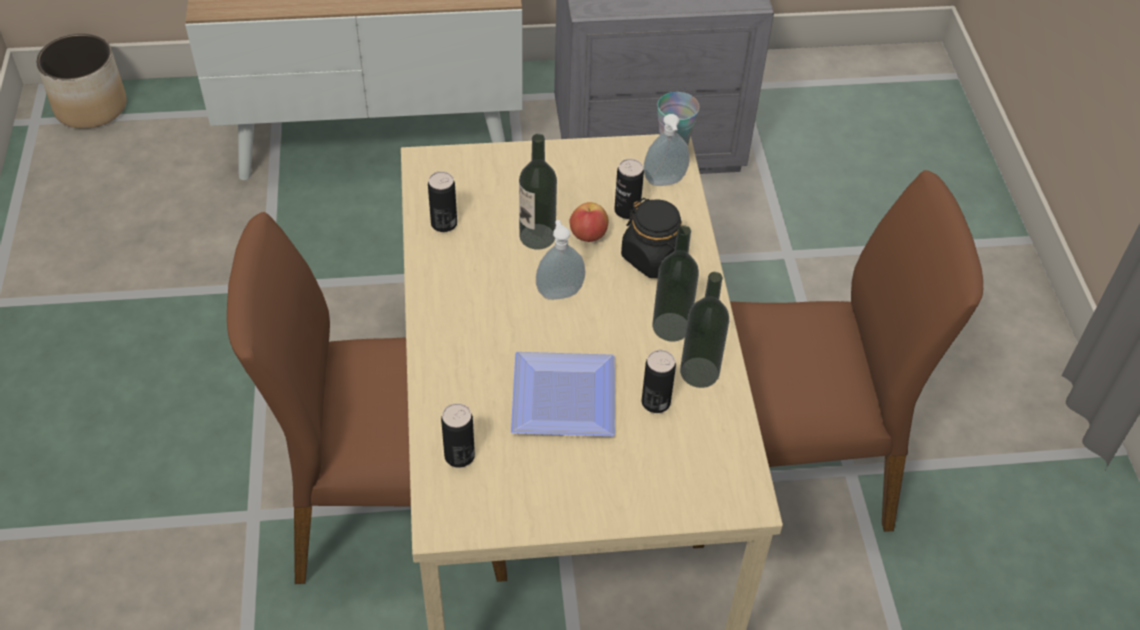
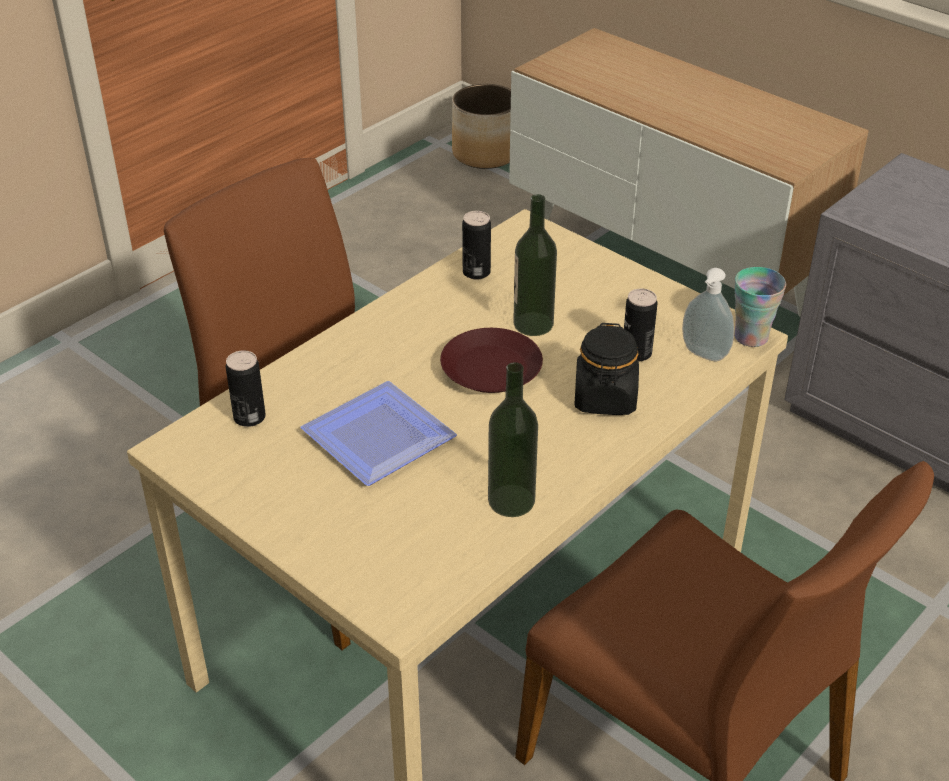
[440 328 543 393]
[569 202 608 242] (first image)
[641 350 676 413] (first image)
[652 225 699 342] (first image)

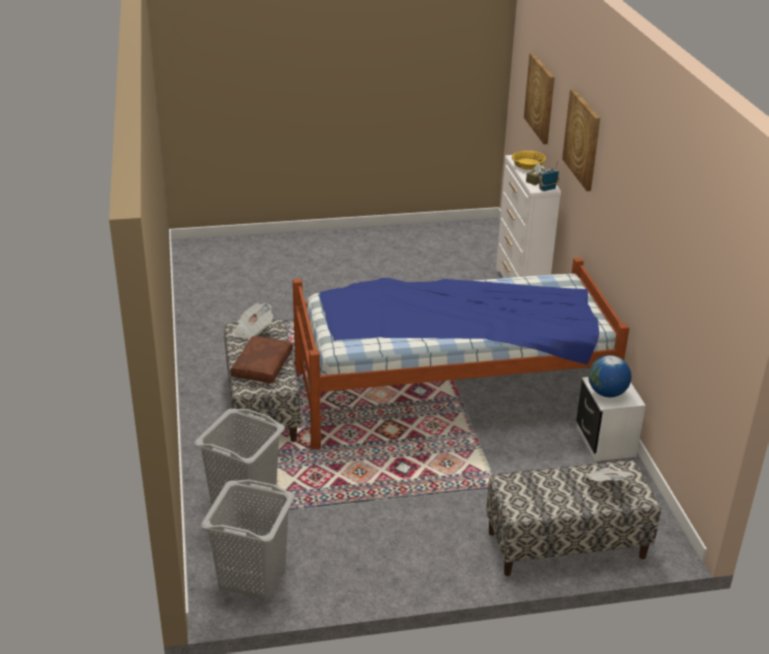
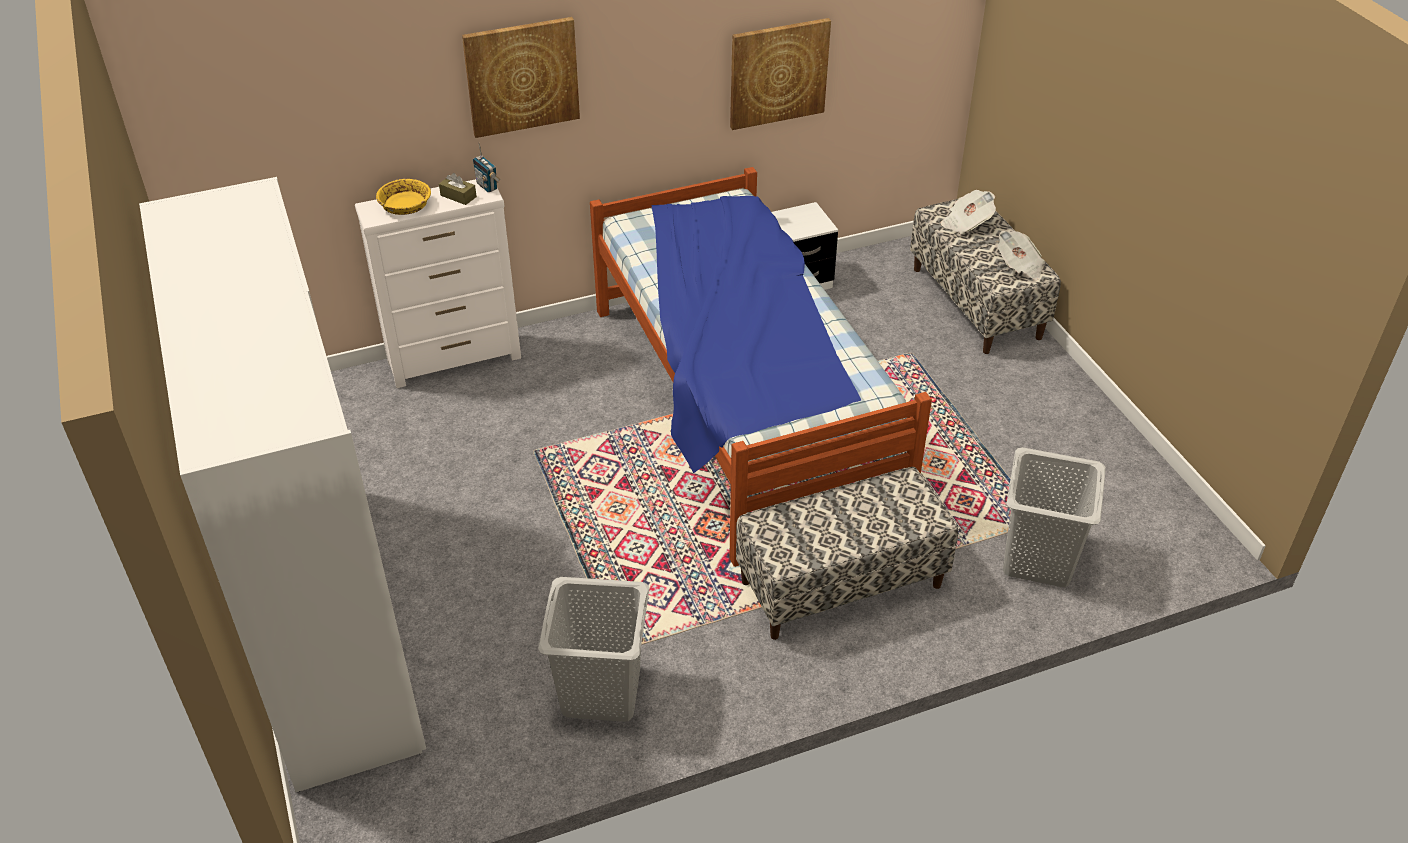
[139 177 426 792]
[538 577 649 722]
[730 18 831 130]
[998 231 1045 280]
[230 336 293 383] (first image)
[588 355 631 397] (first image)

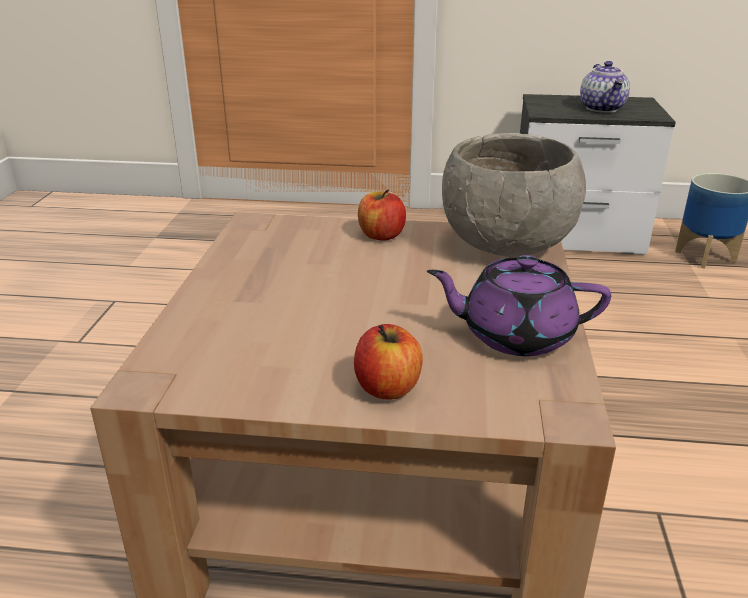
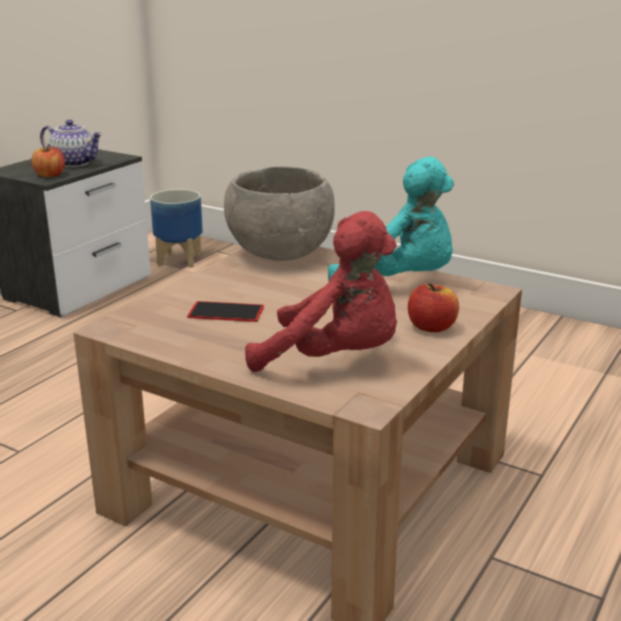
[32 144 65 177]
[187 301 264 322]
[245 211 397 372]
[328 157 454 281]

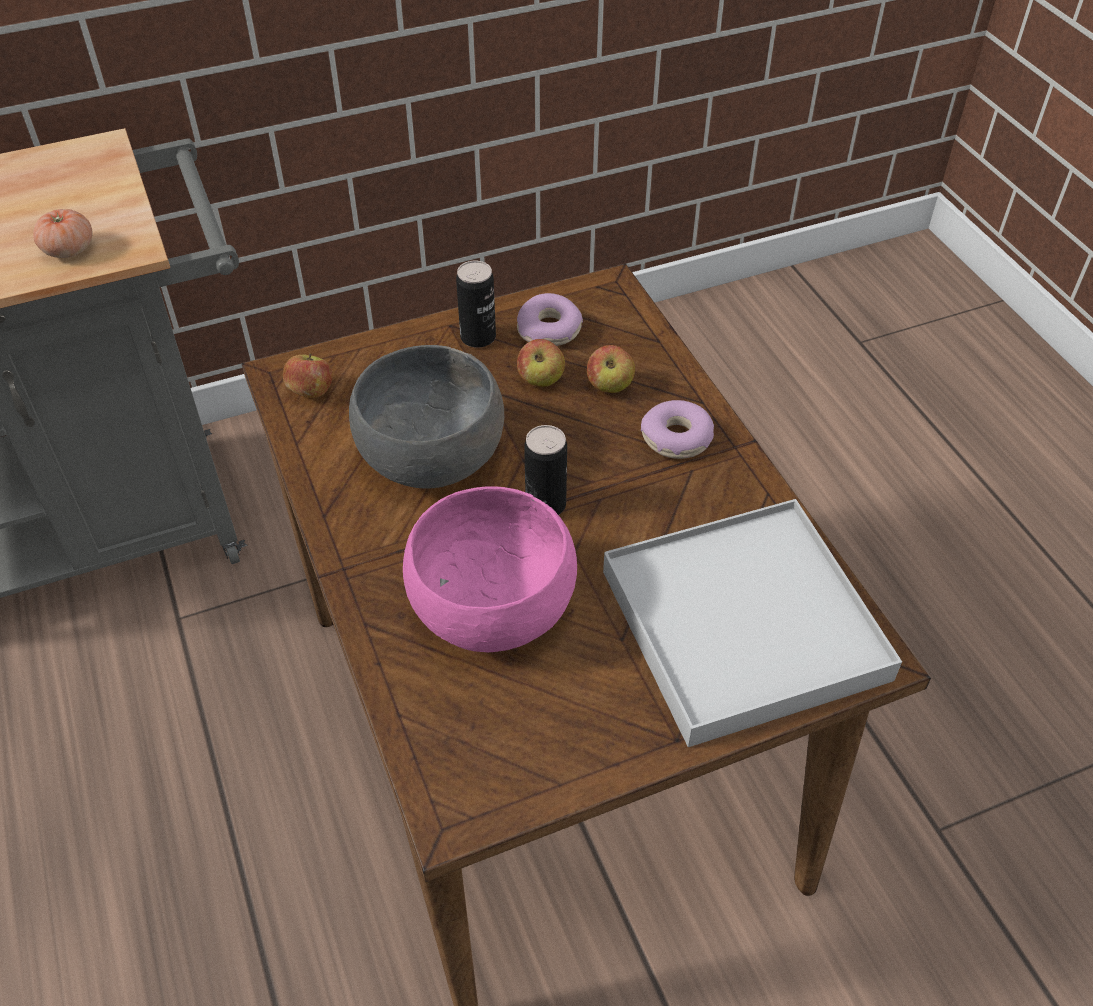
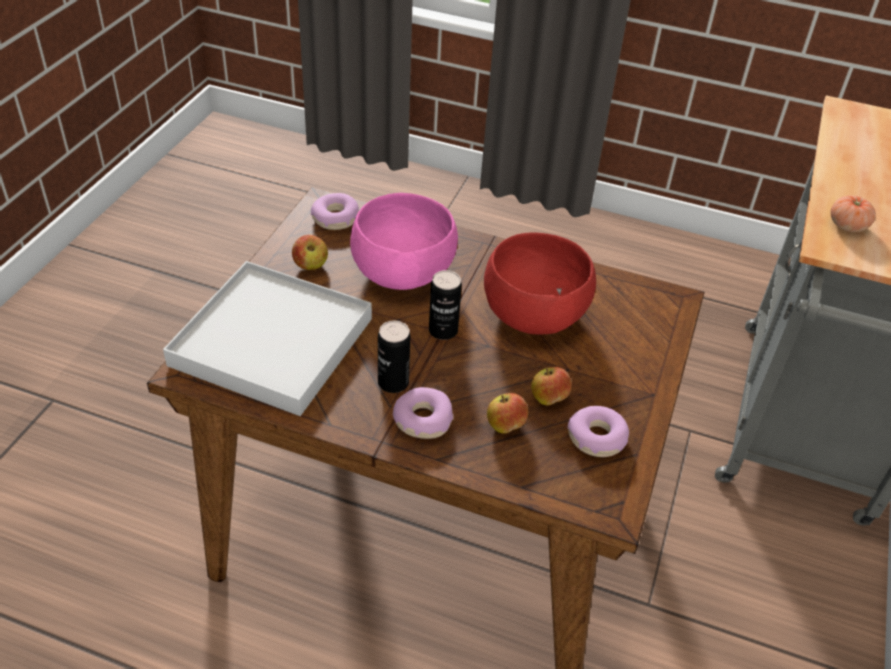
[292 235 328 270]
[311 193 359 230]
[378 321 411 393]
[484 232 596 334]

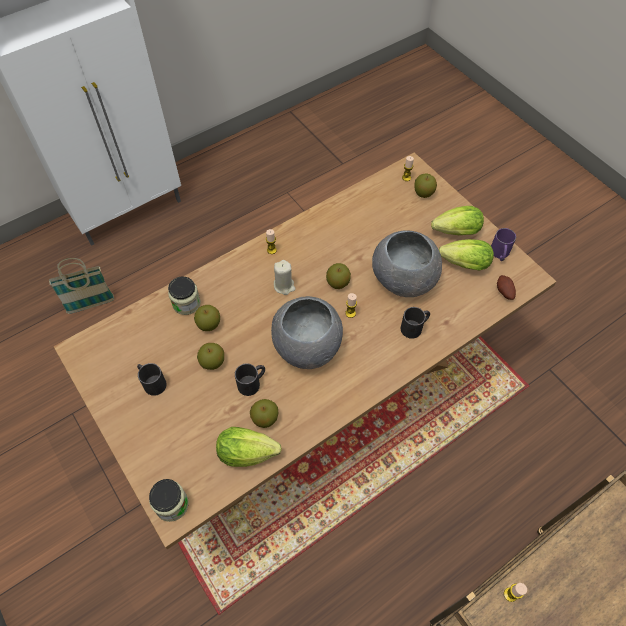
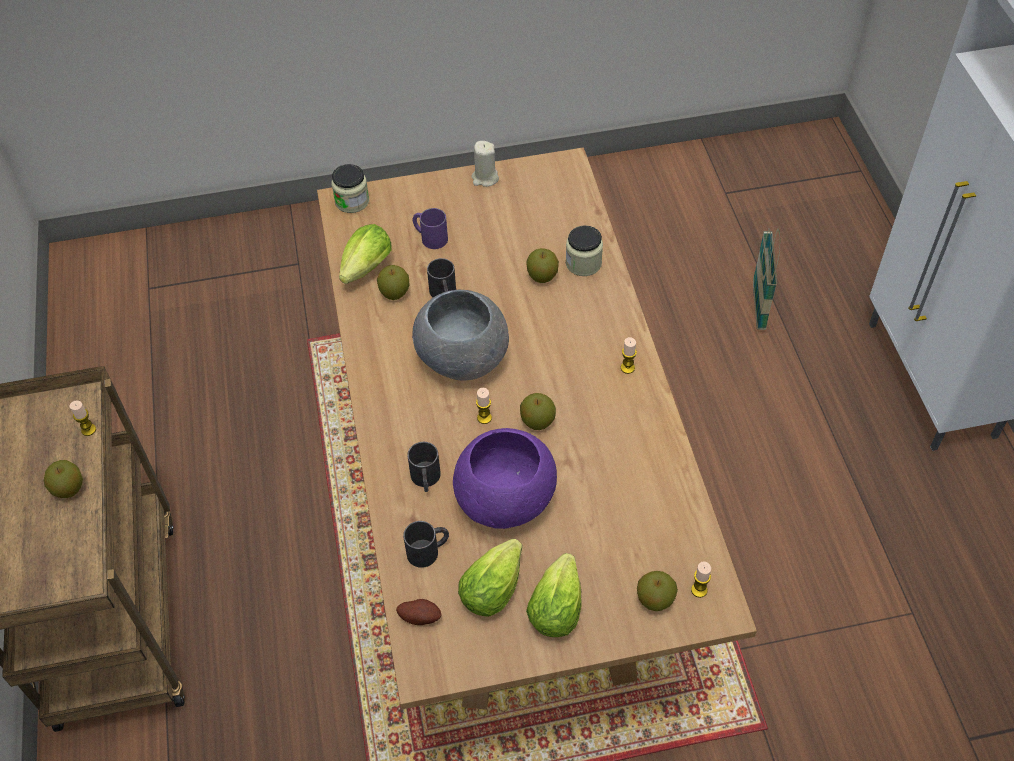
[44 460 83 498]
[403 521 449 568]
[413 208 448 249]
[453 428 557 529]
[472 141 499 187]

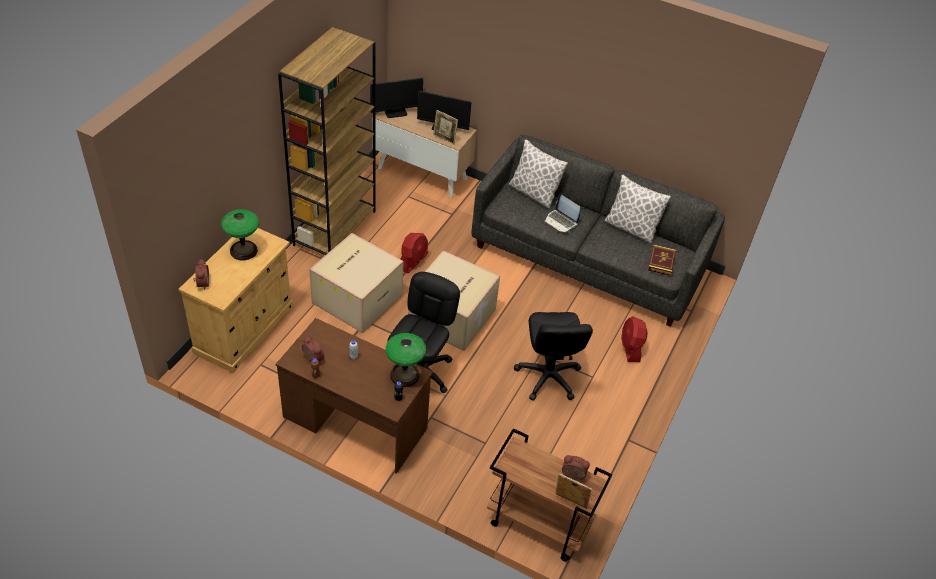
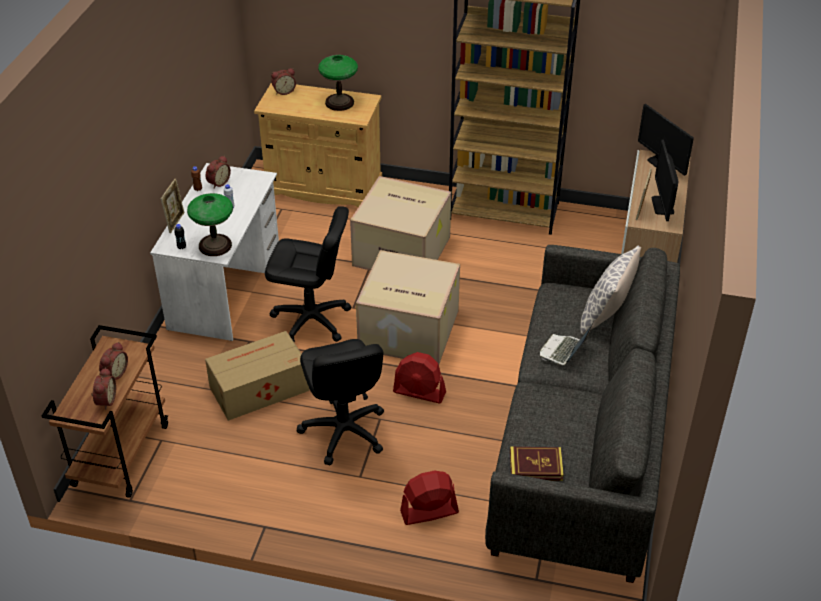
[99 342 128 380]
[150 163 279 341]
[161 178 184 233]
[205 331 309 421]
[297 339 384 465]
[393 352 446 403]
[604 175 671 243] (first image)

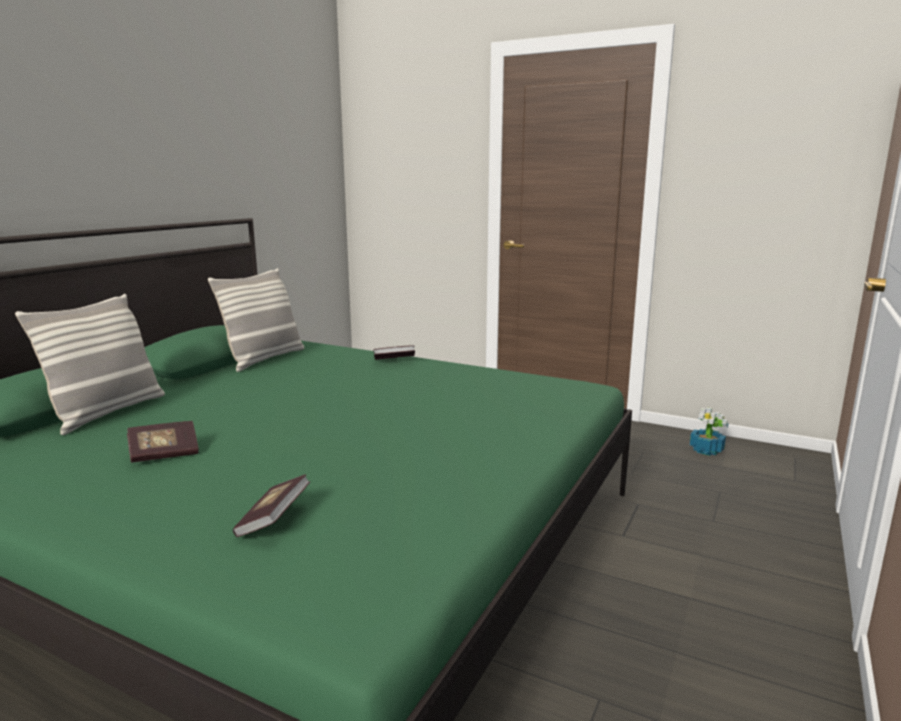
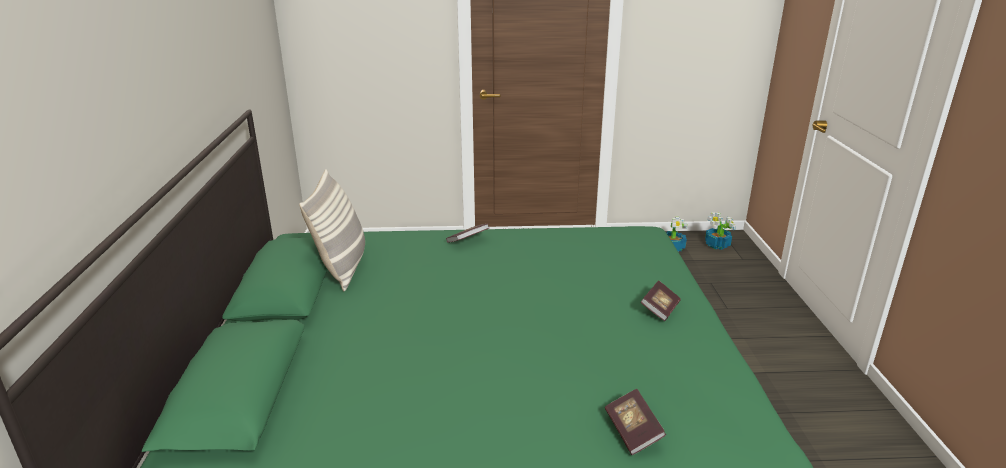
[641 280 681 321]
[705 212 736 250]
[15 294 165 435] (first image)

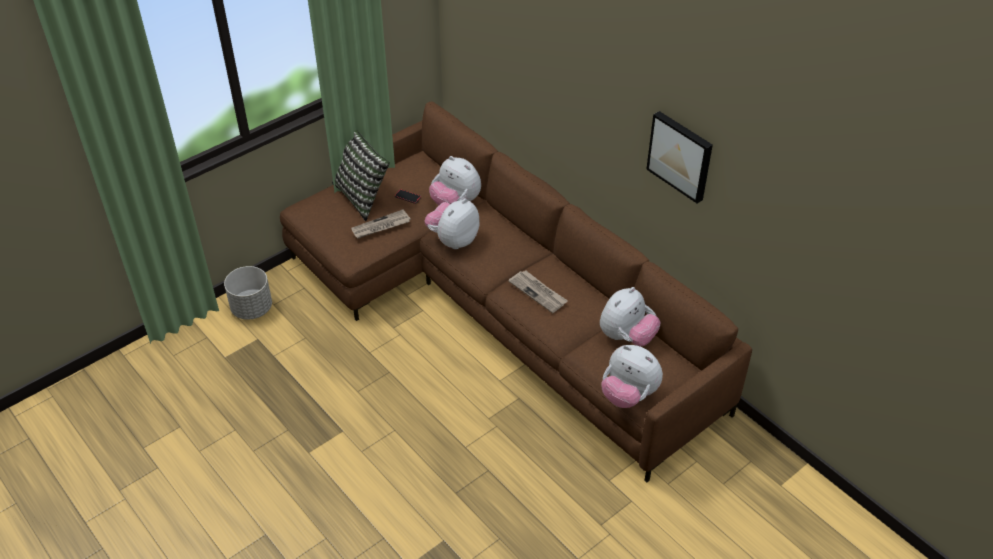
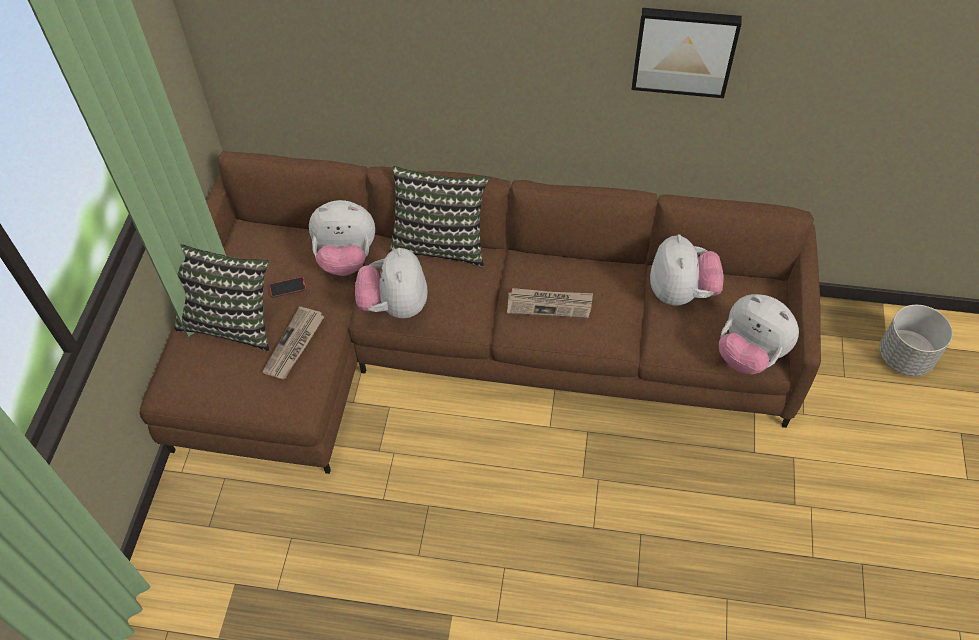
[389 166 489 267]
[719 294 799 374]
[880 305 953 376]

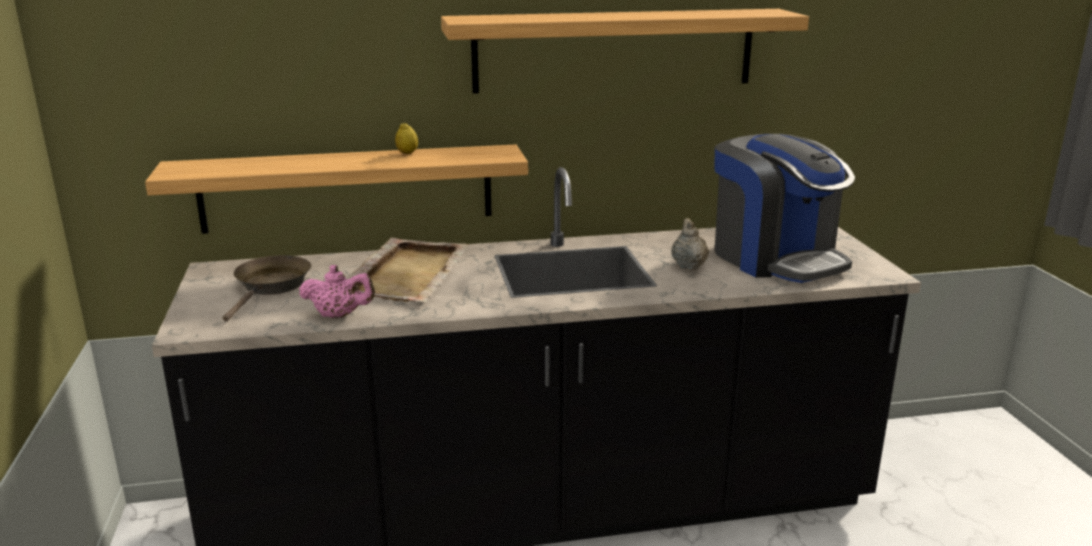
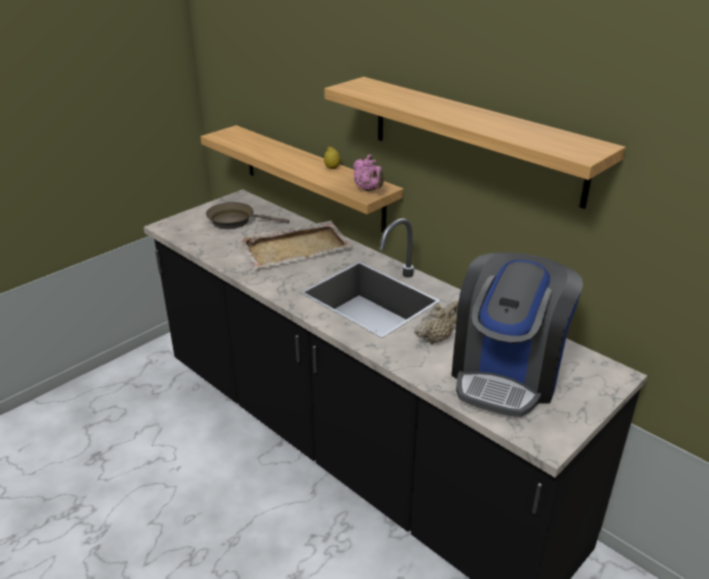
[206 202 289 229]
[353 155 384 191]

